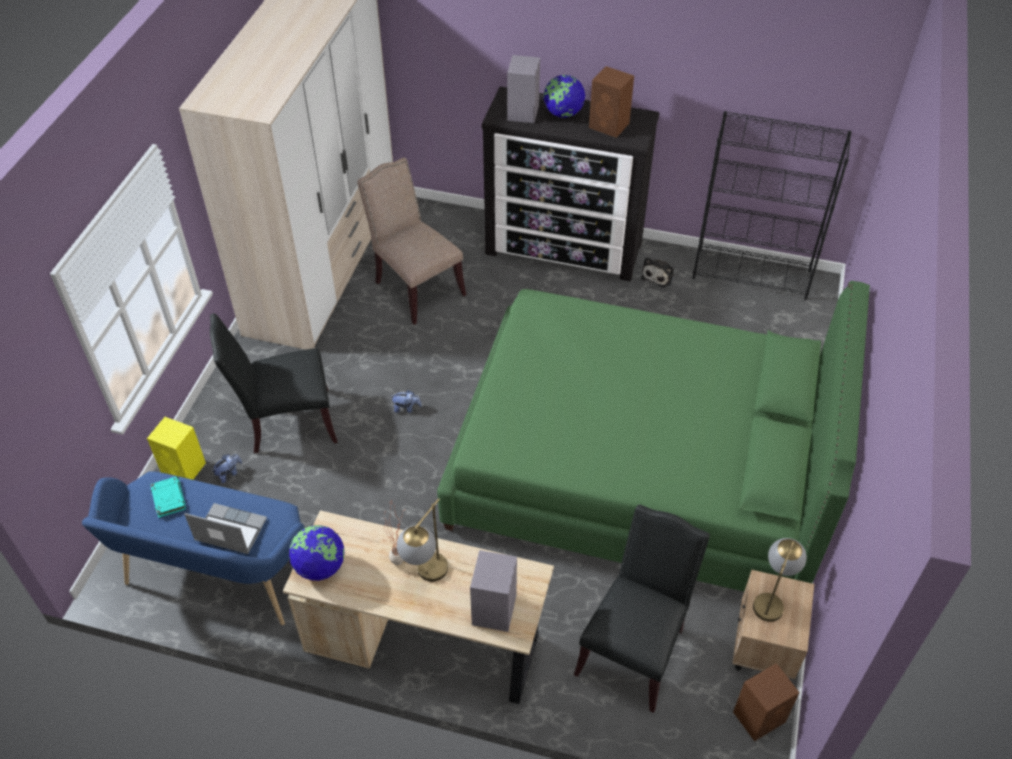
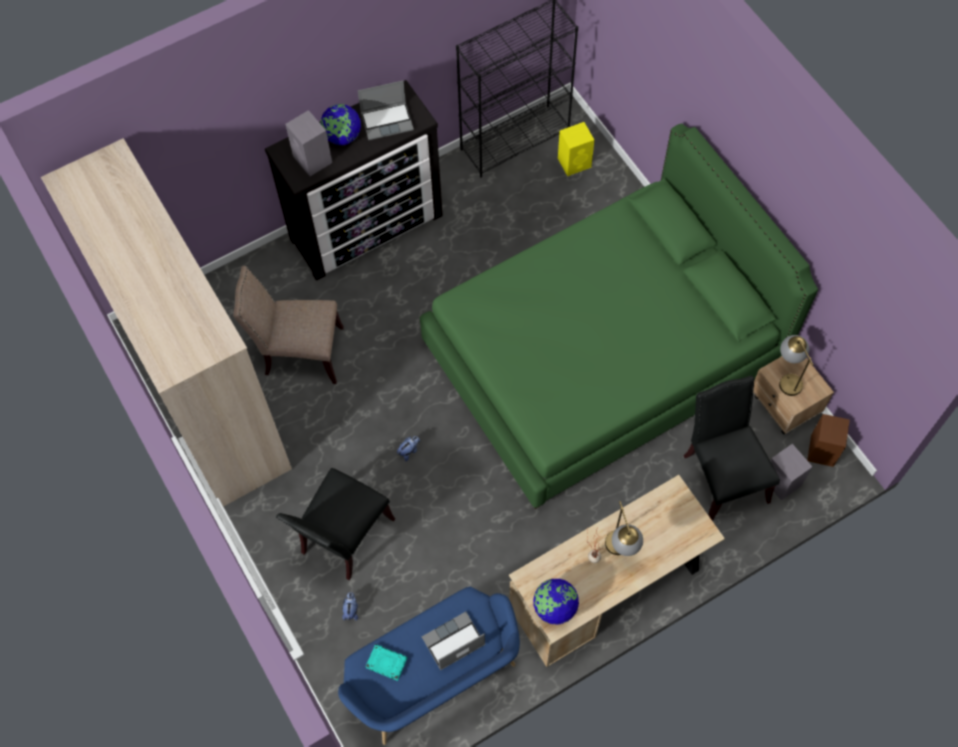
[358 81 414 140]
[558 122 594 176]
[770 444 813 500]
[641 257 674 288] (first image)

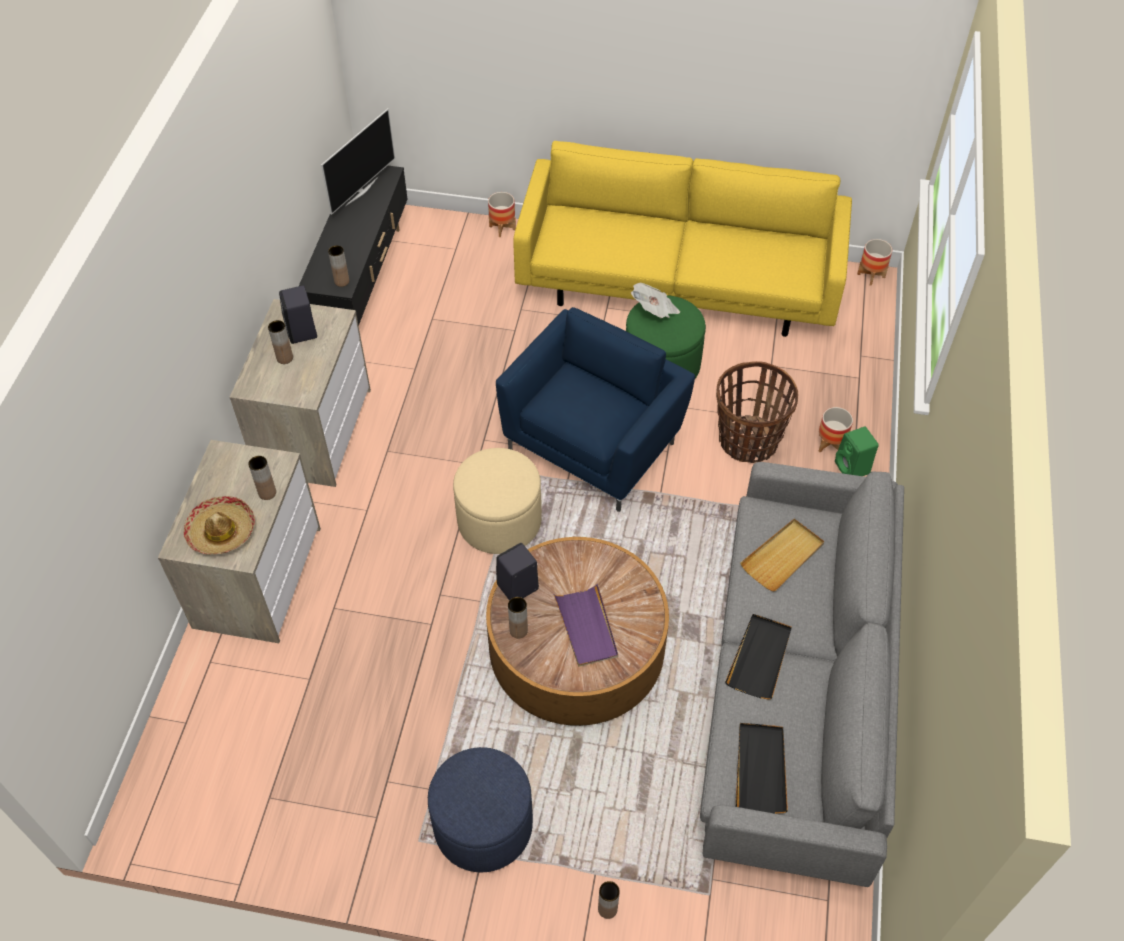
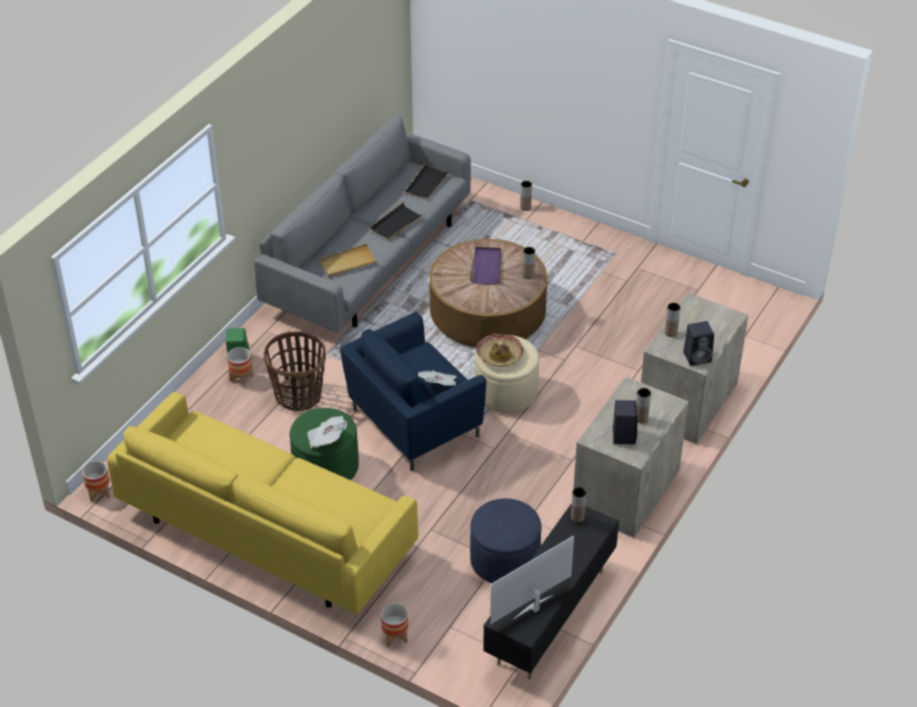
[418 370 457 386]
[470 498 542 583]
[476 334 523 367]
[683 321 714 366]

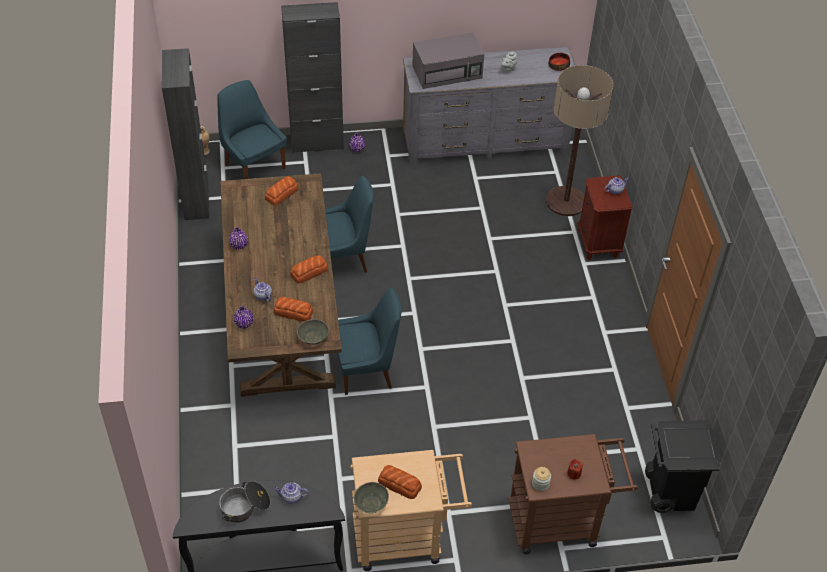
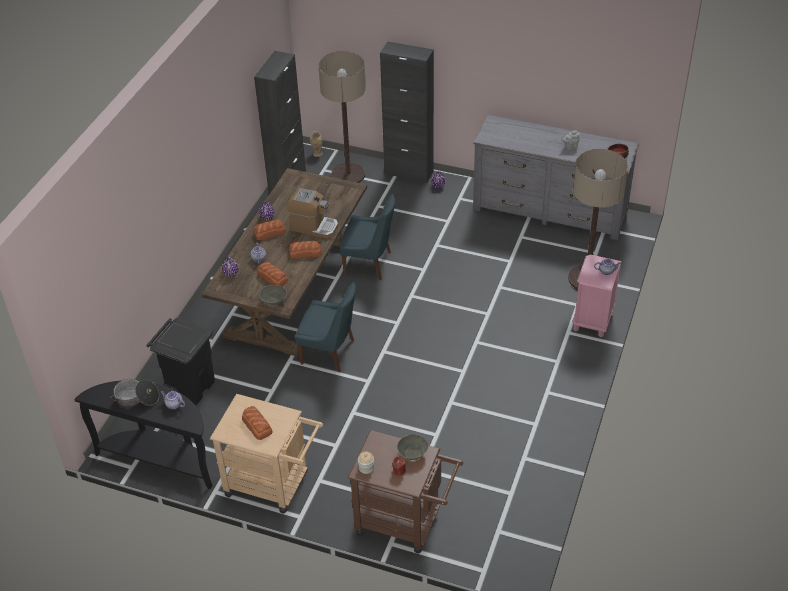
[147 318 215 405]
[254 219 286 240]
[287 188 338 239]
[318 51 366 183]
[397 434 428 460]
[572 255 621 337]
[412 32 484 89] (first image)

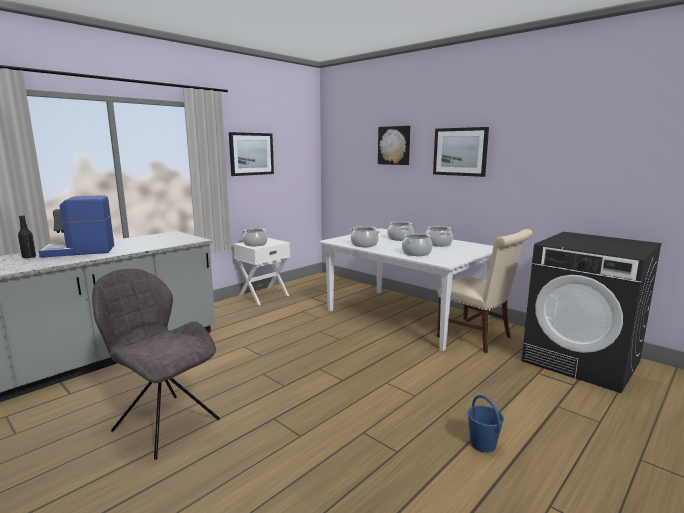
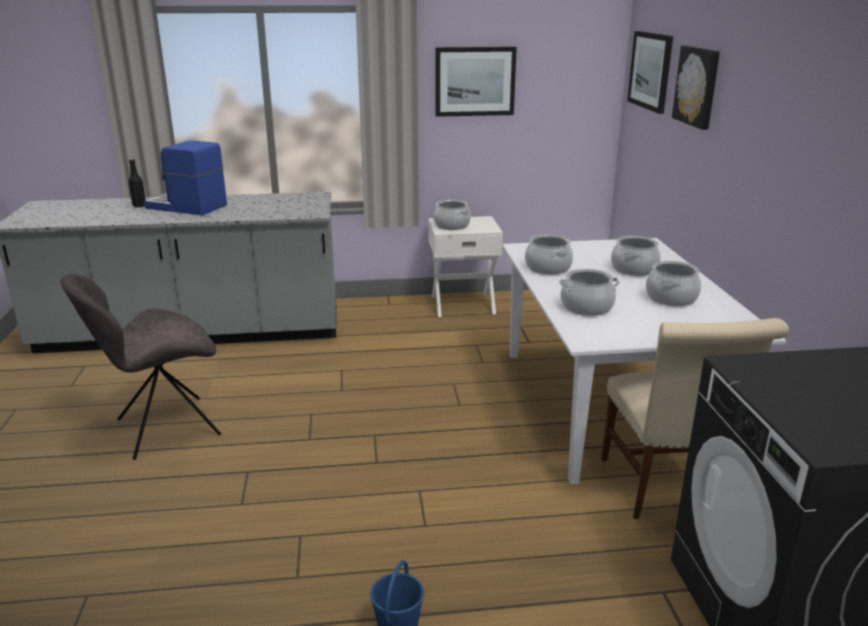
[61 273 221 460]
[627 31 673 114]

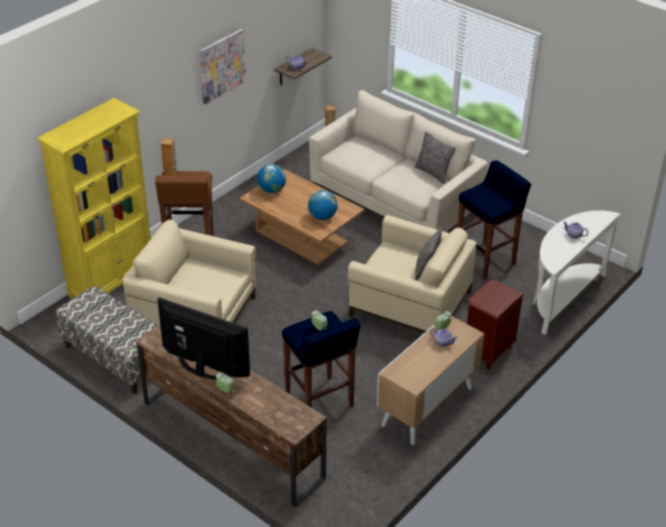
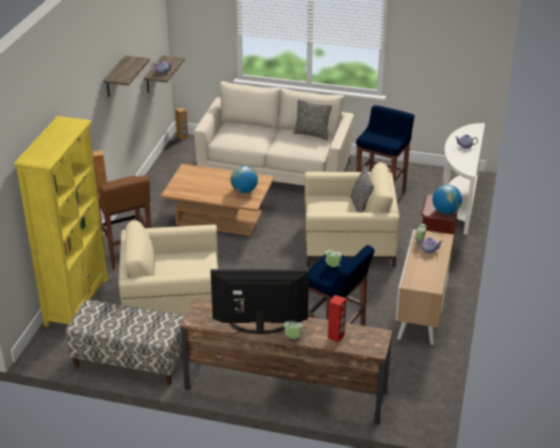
[103 56 150 97]
[328 295 346 342]
[432 185 462 214]

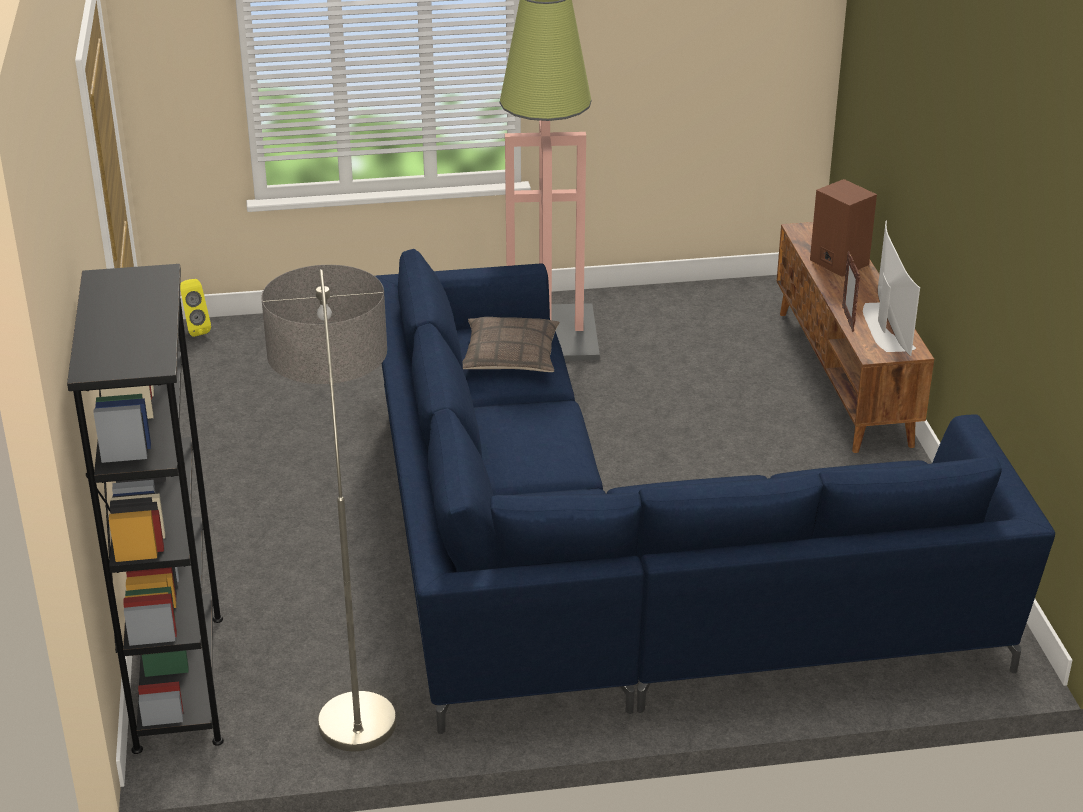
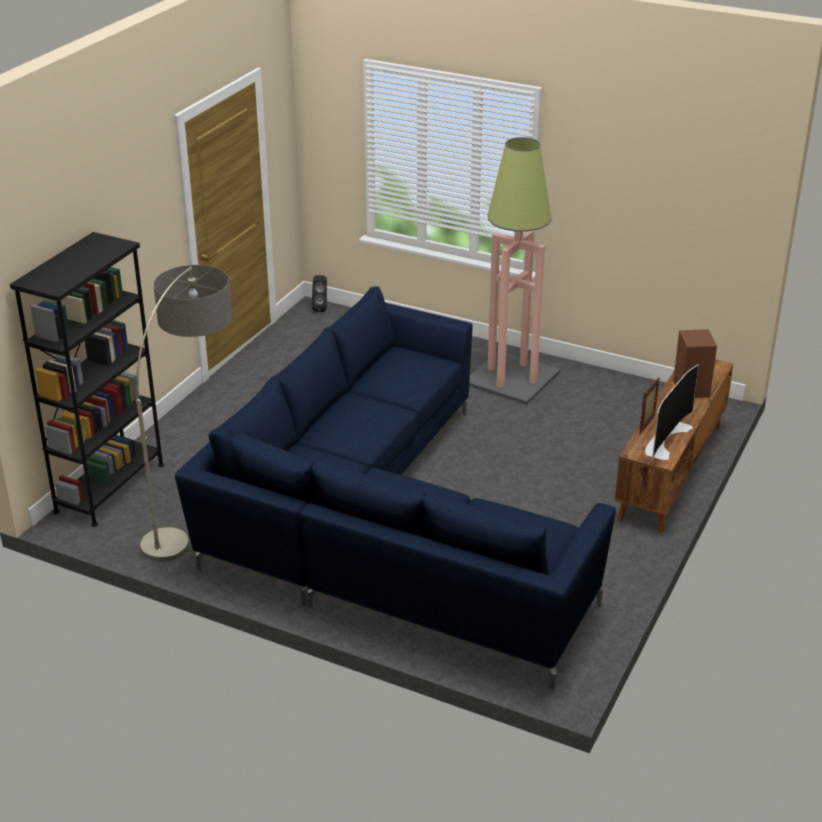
[312 275 327 312]
[462 317 559 372] (first image)

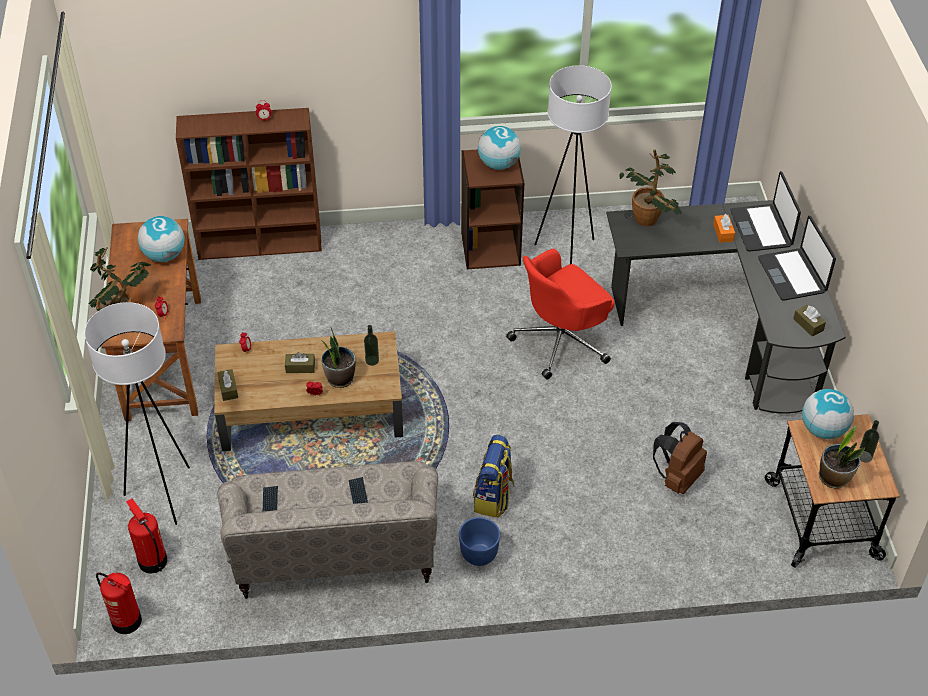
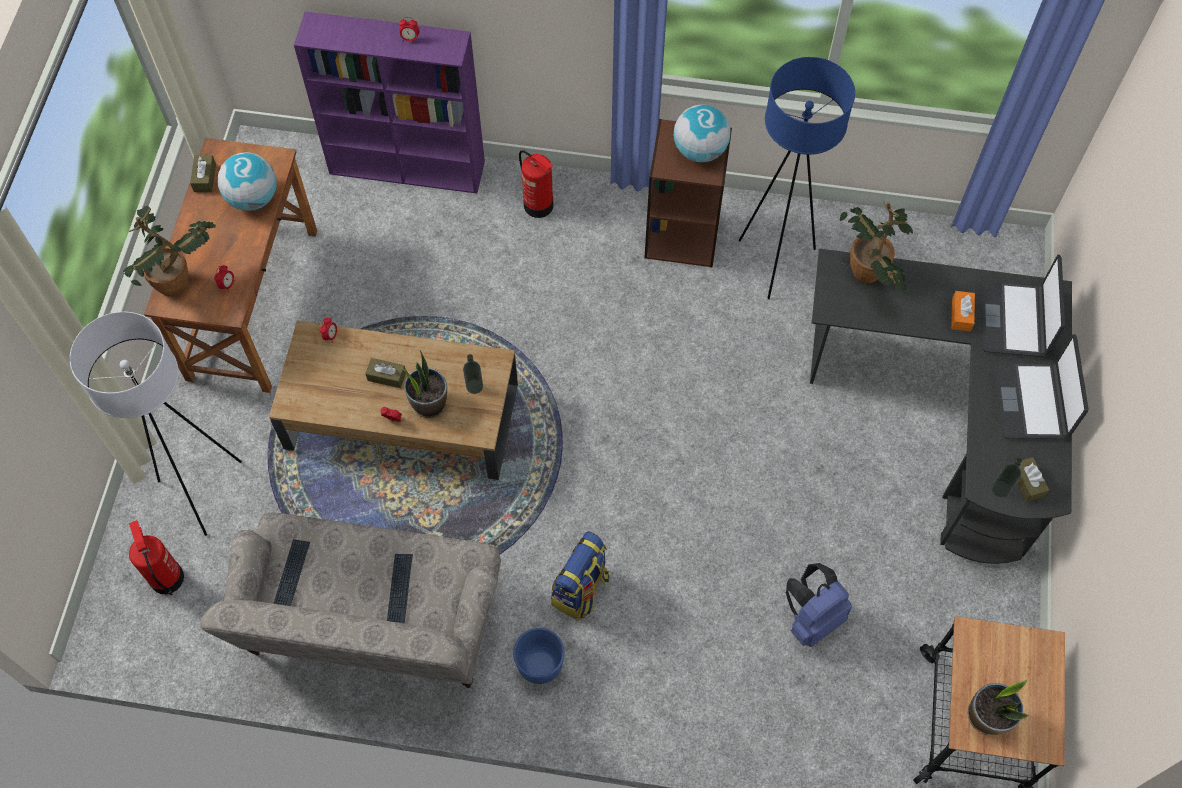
[190 155 216 192]
[294 11 485 194]
[519 150 553 218]
[739 57 855 299]
[786 563 852 647]
[992 458 1022 497]
[506 249 614 380] (first image)
[802 389 854 439] (first image)

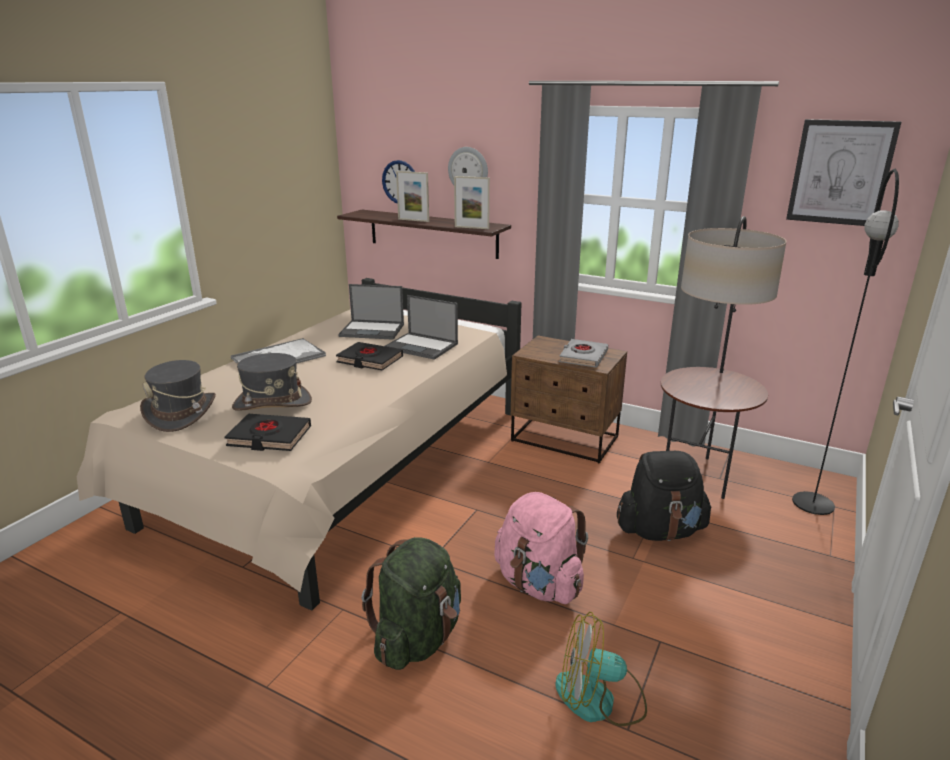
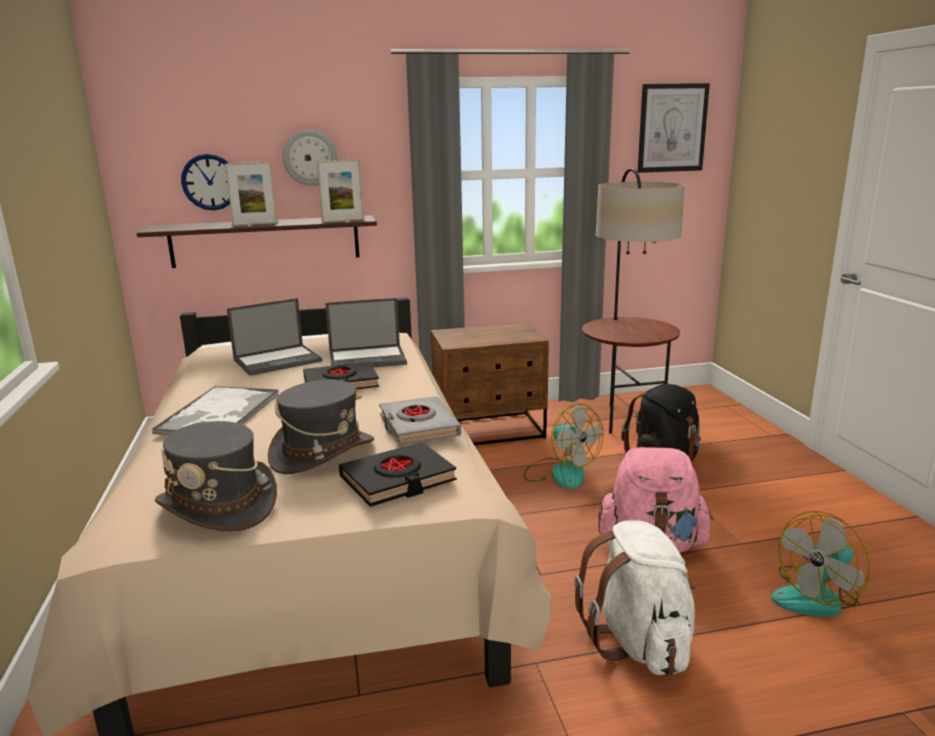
[379 396 461 445]
[524 404 604 489]
[575 520 696 676]
[792 169 899 515] (first image)

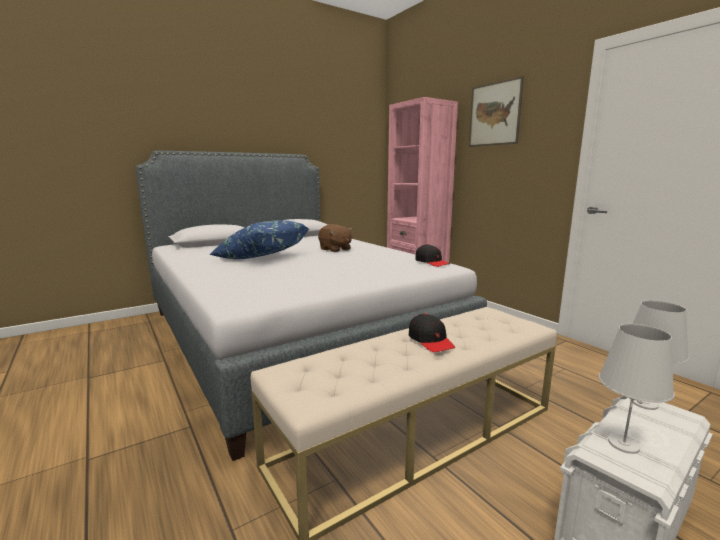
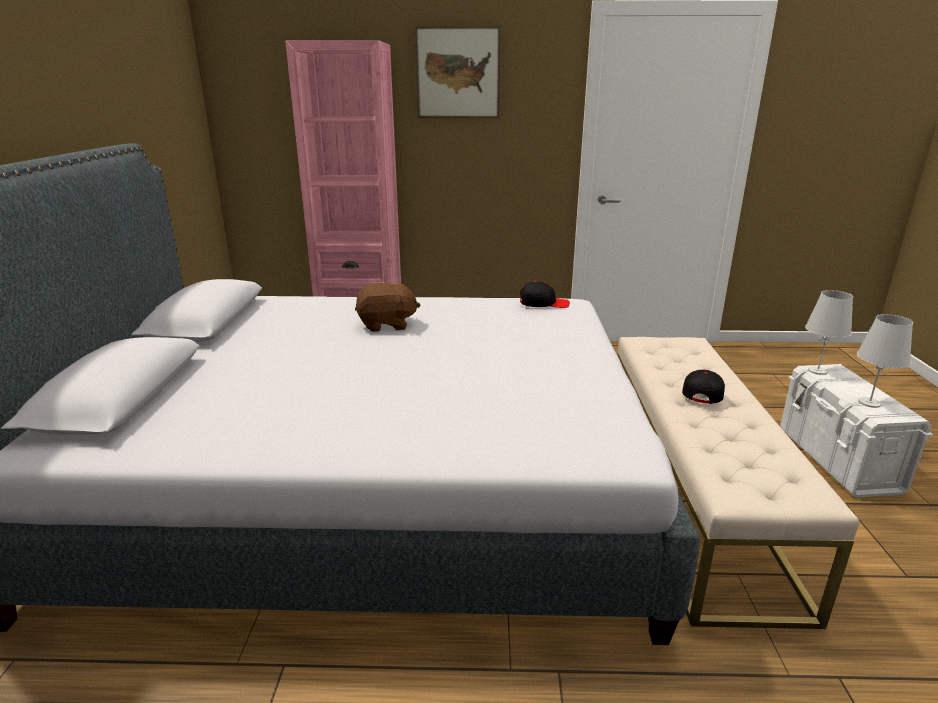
[682 370 725 404]
[209 220 309 259] (first image)

